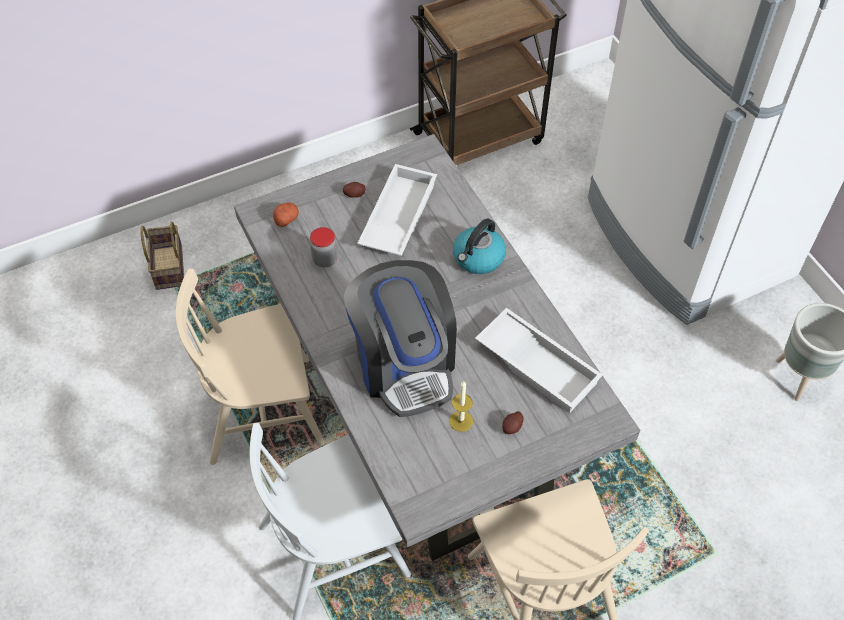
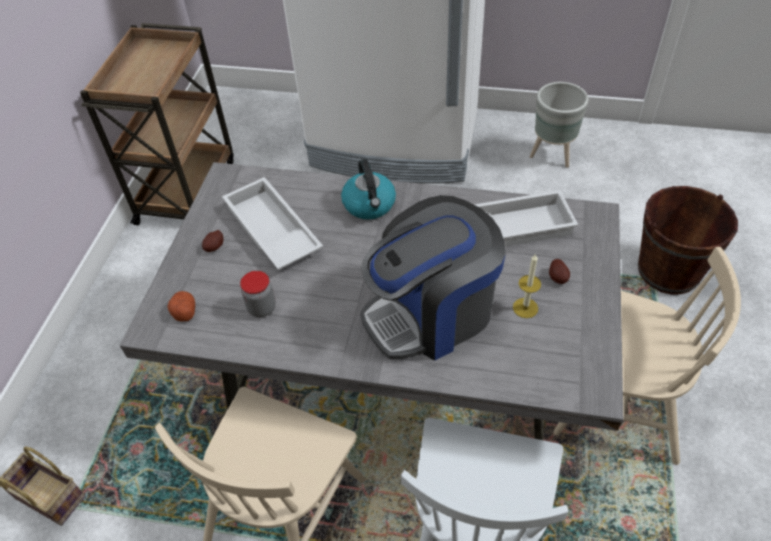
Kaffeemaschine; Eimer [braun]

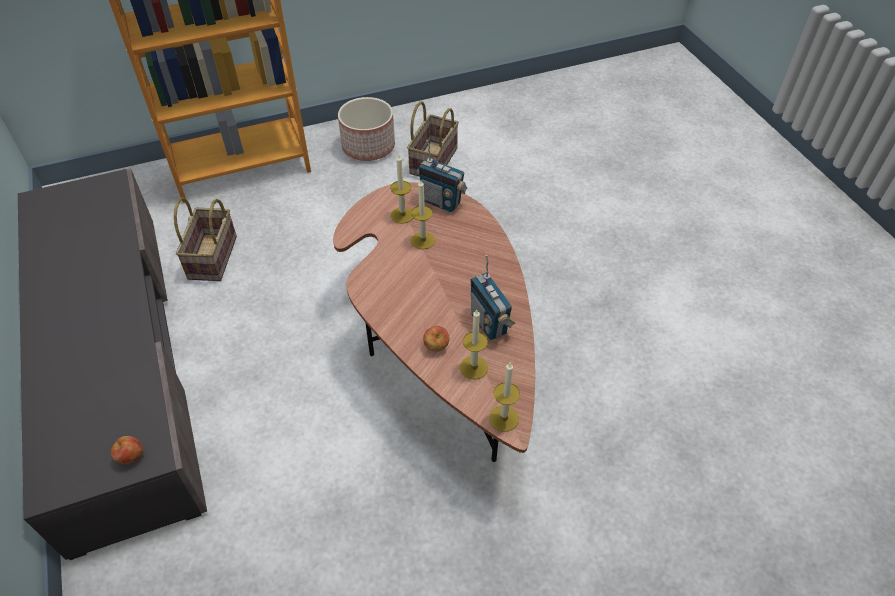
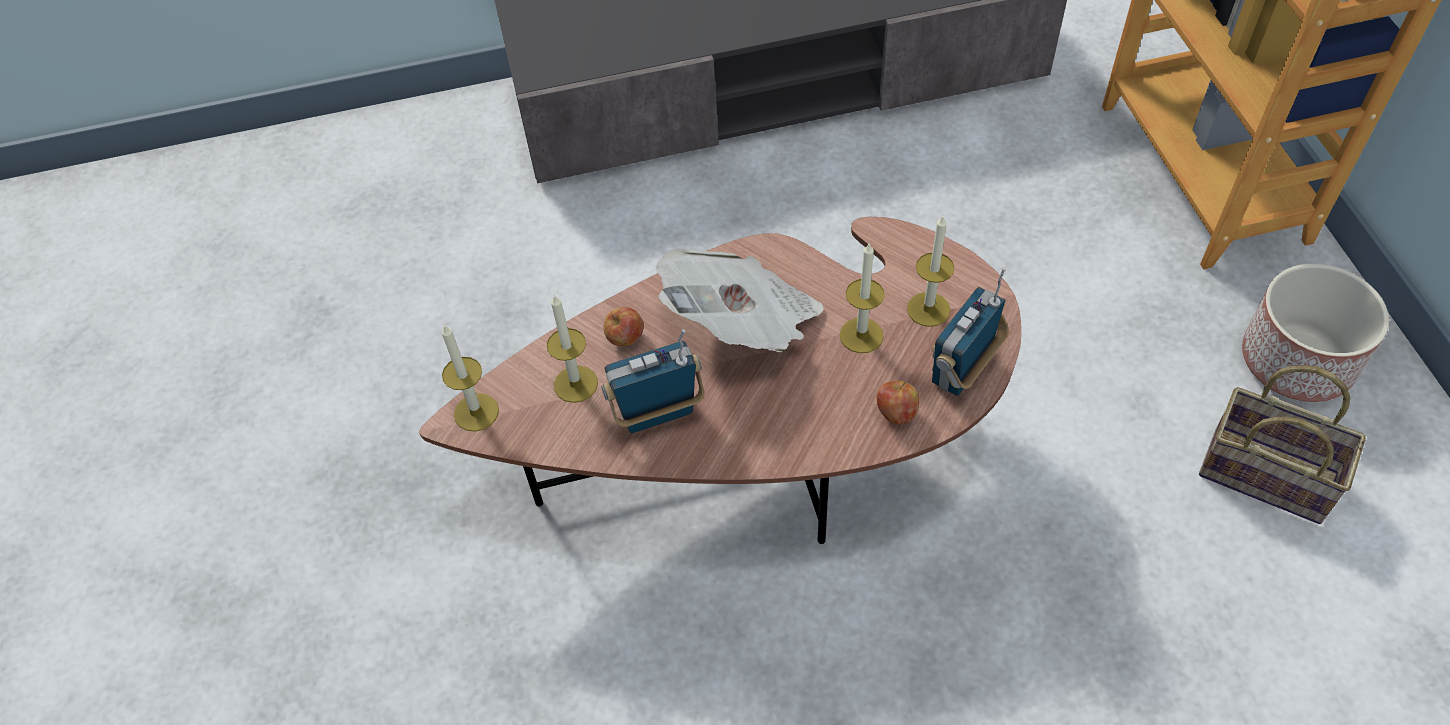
Korb (1st from left in the first image); Apfel (2nd from left); Zeitung

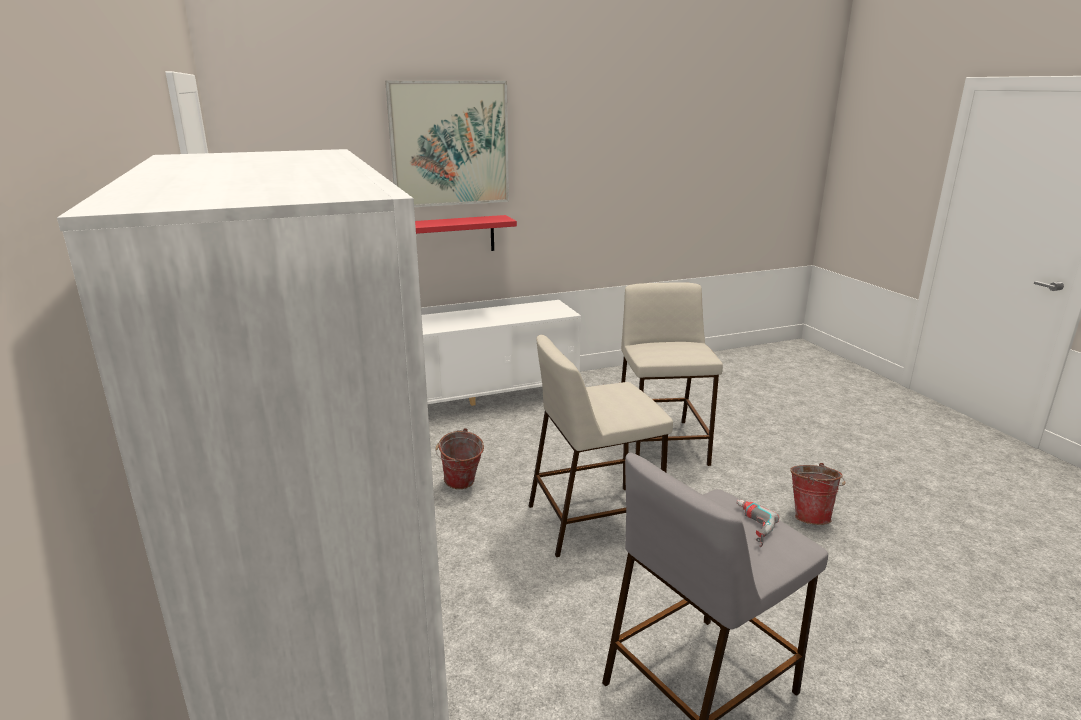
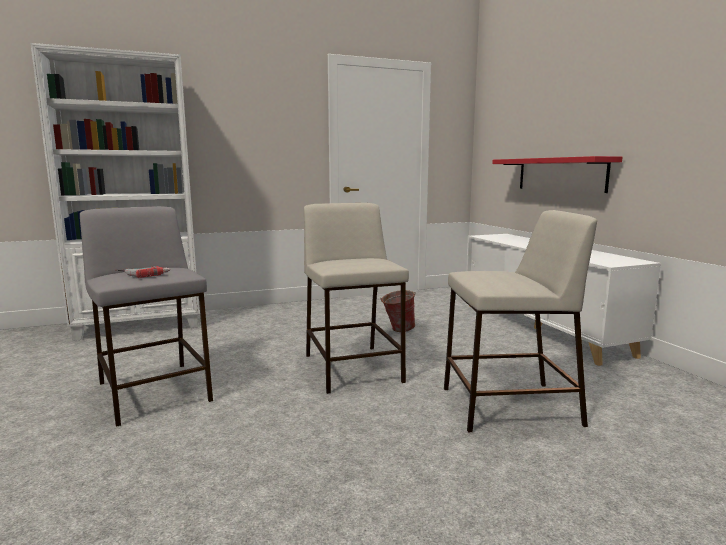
Bild; Eimer (2nd from left in the first image)

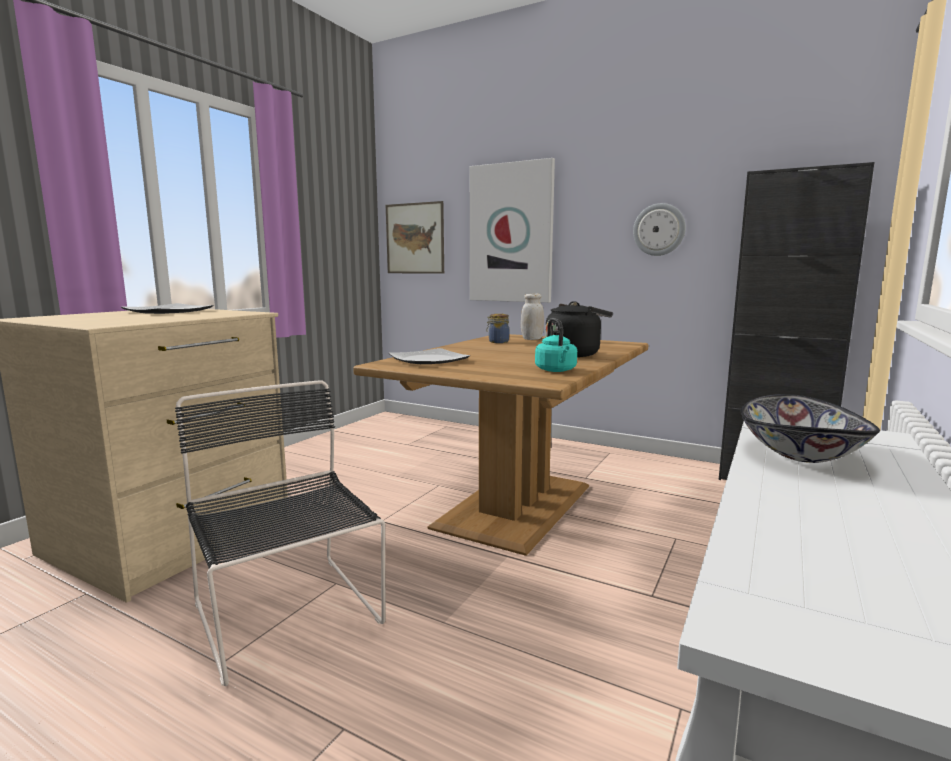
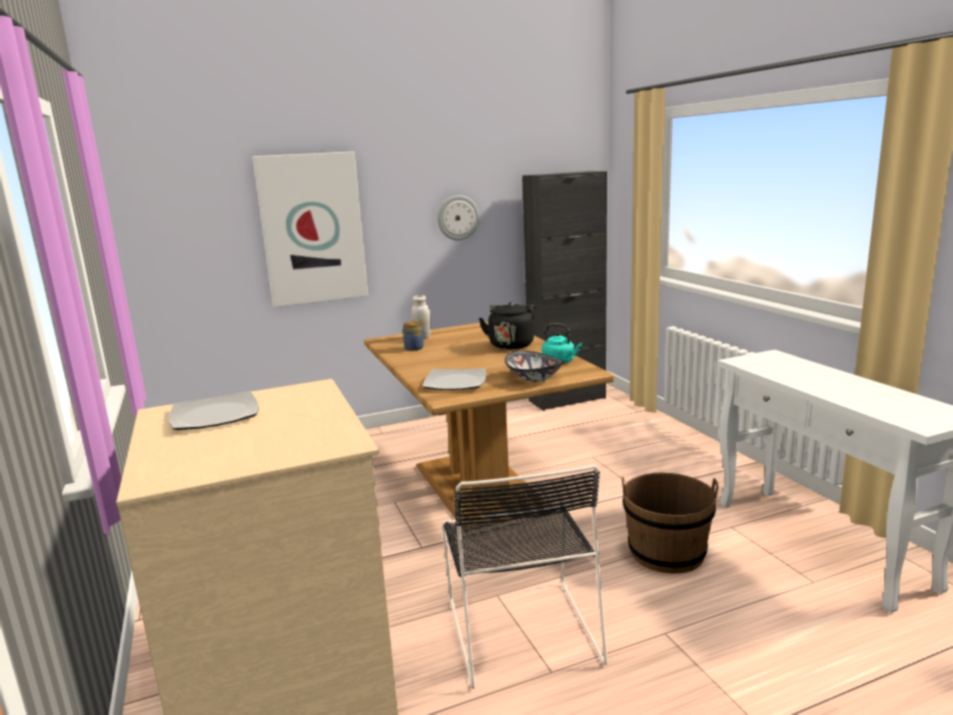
Bild (1st from left in the first image); Stuhl [schwarz]; Schüssel; Eimer [braun]

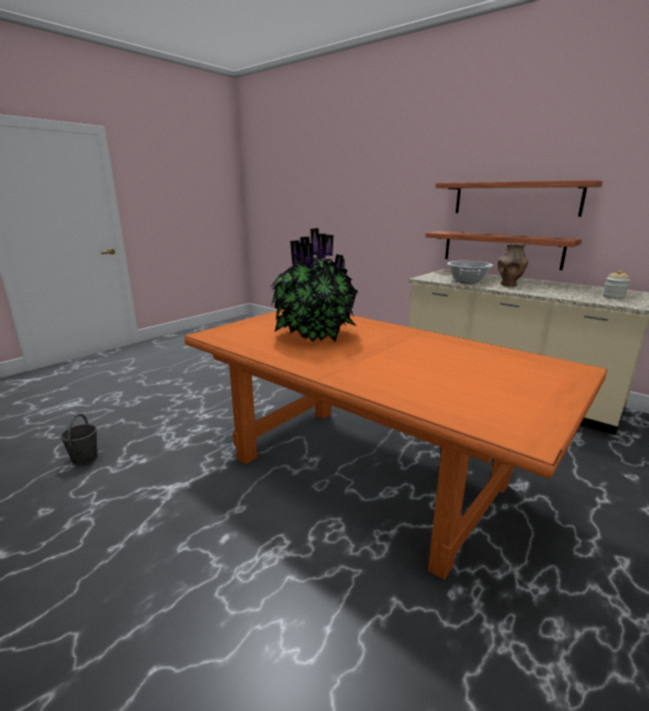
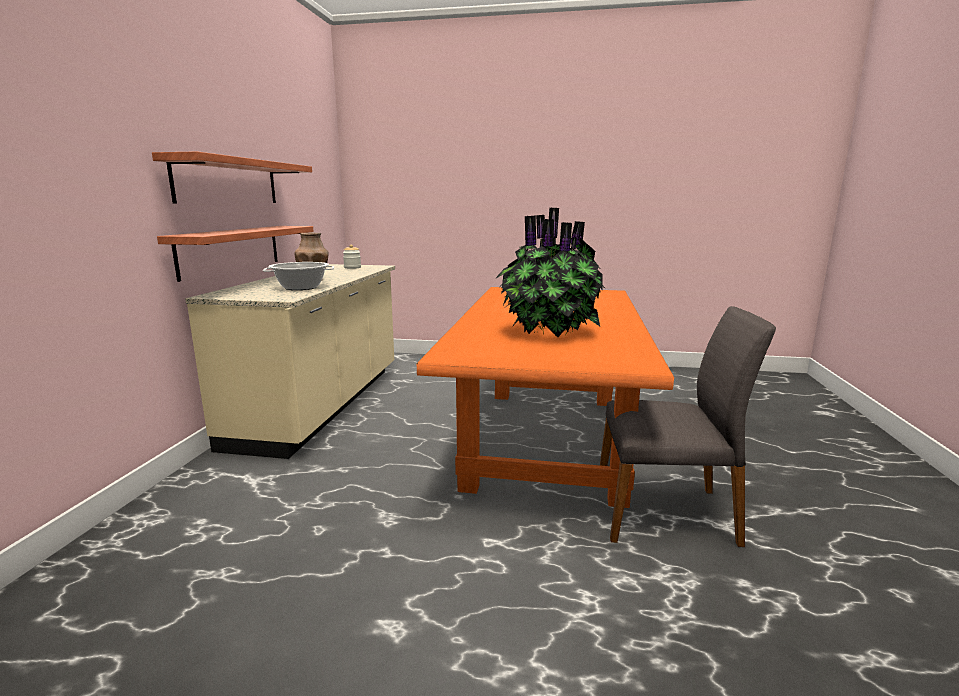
Eimer [grau]; Stuhl [grau]

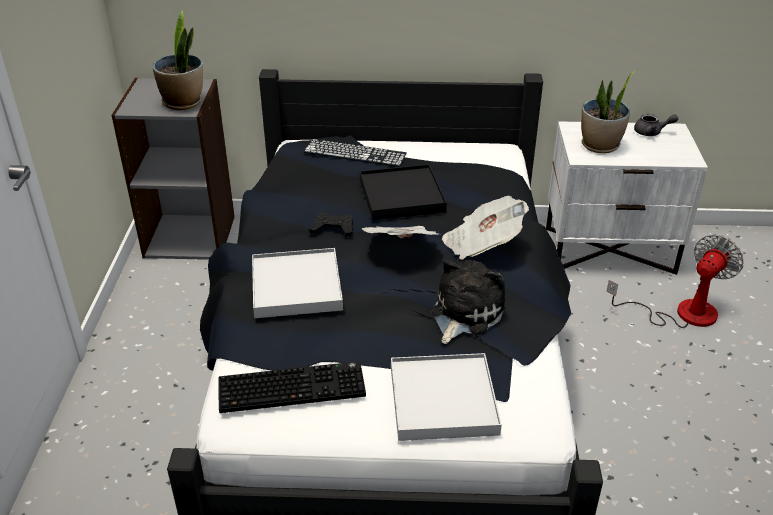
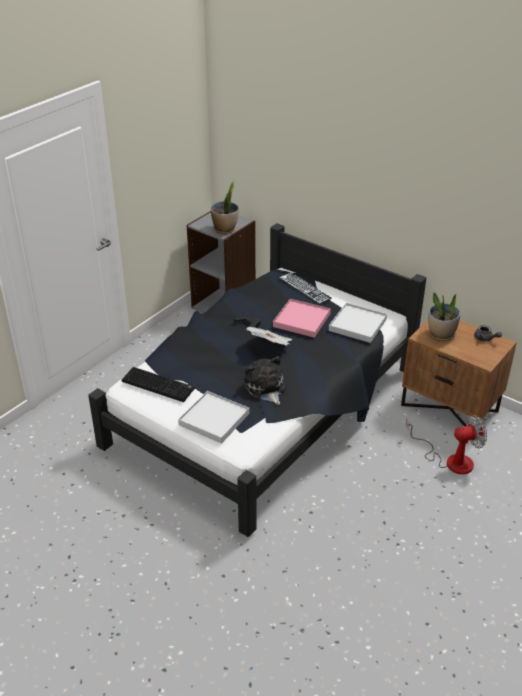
Nachttisch [braun]; Tablett [rosa]; Zeitung (2nd from left in the first image); Tablett [weiß] (2nd from left); Plüschtier

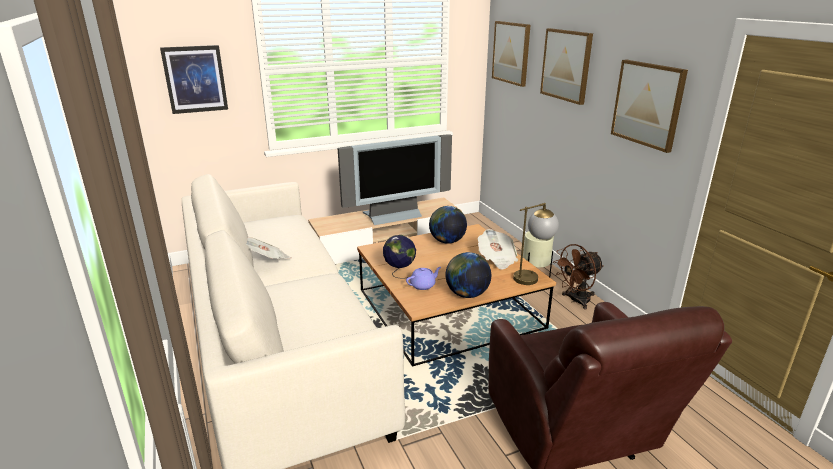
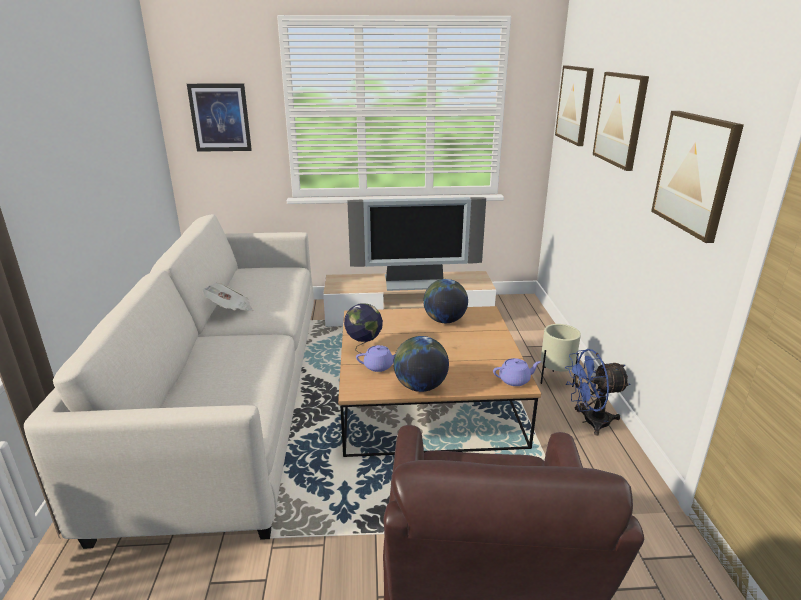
Teekanne [lila] (2nd from left); Zeitung (2nd from left in the first image); Ventilator [blau]

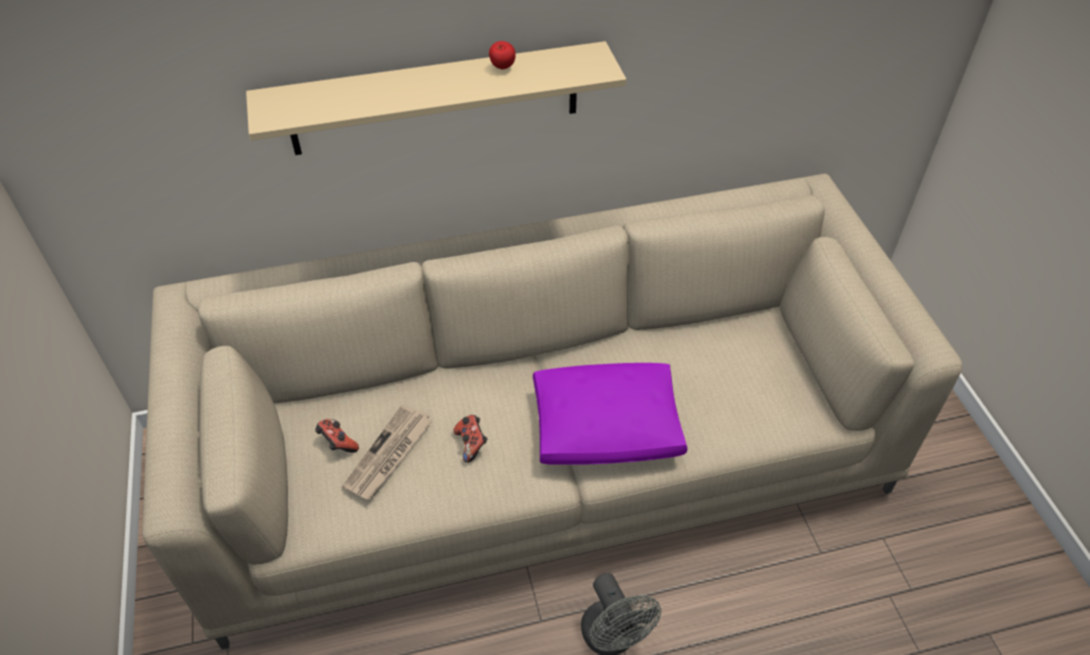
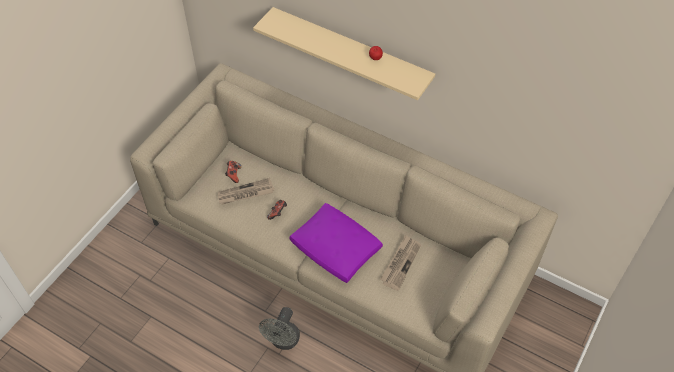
Zeitung (2nd from left)

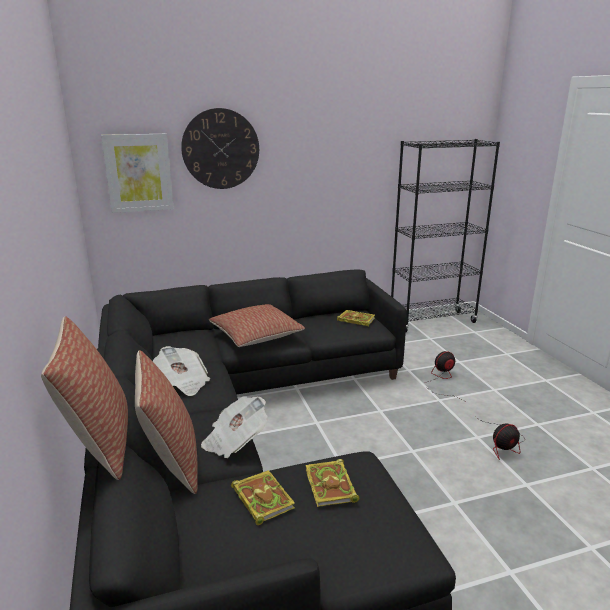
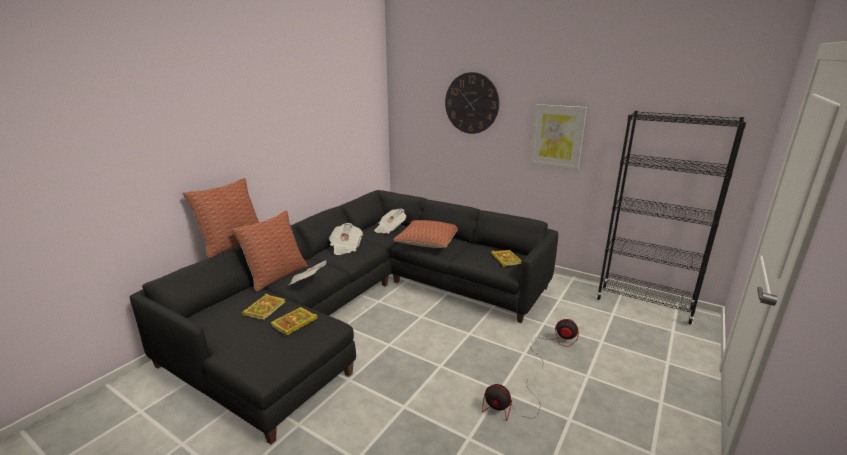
Bild; Zeitung (3rd from left)

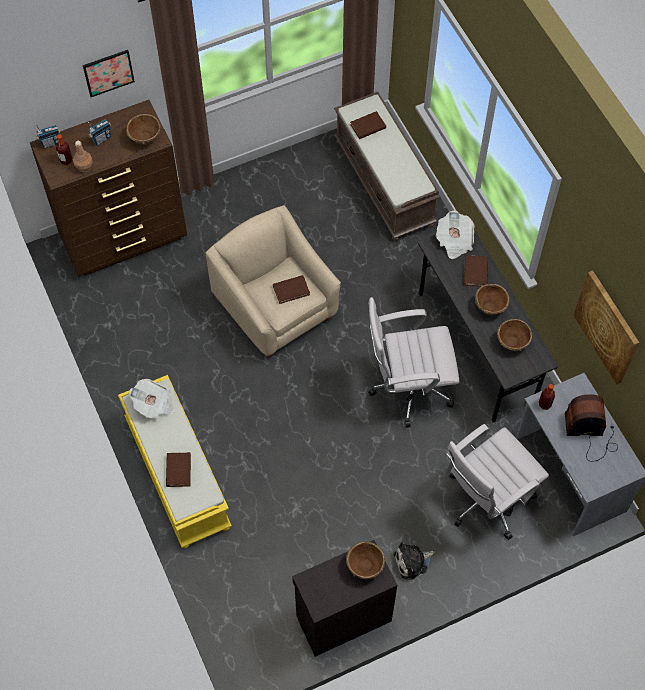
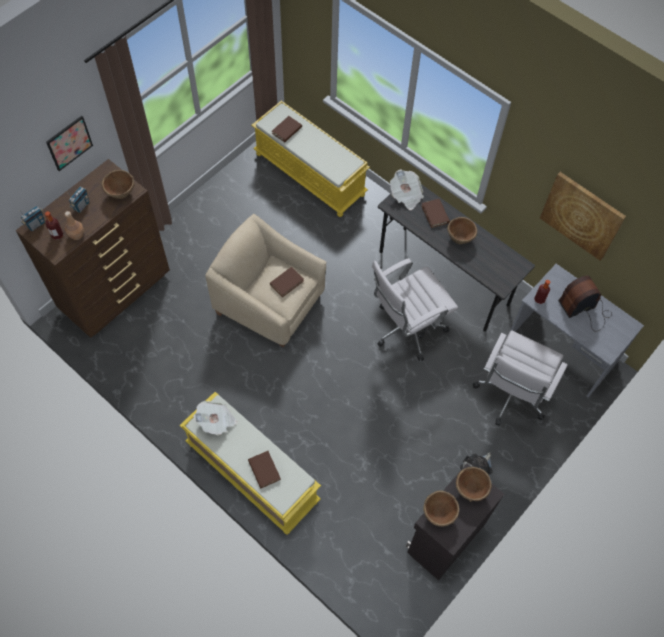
Bank [gelb] (2nd from left); Schüssel [braun] (2nd from left)

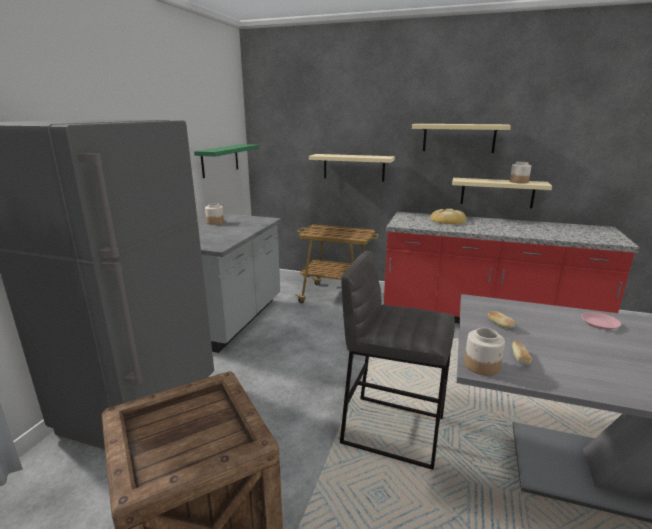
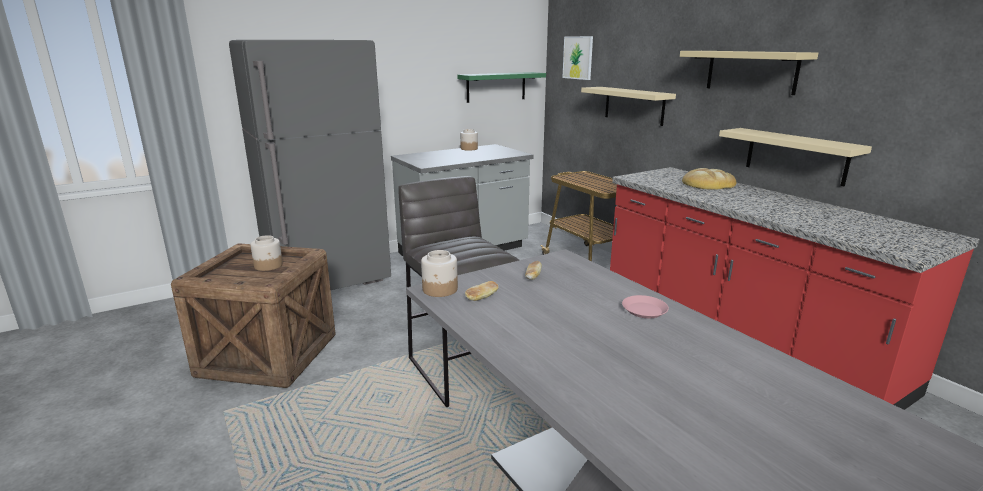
Vorratsglas (1st from left); Bild

